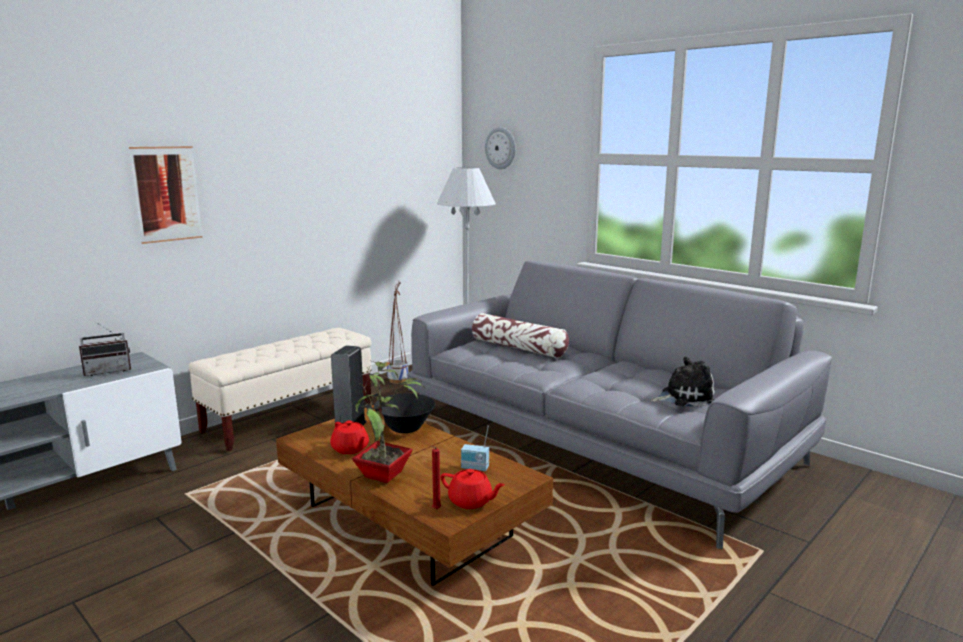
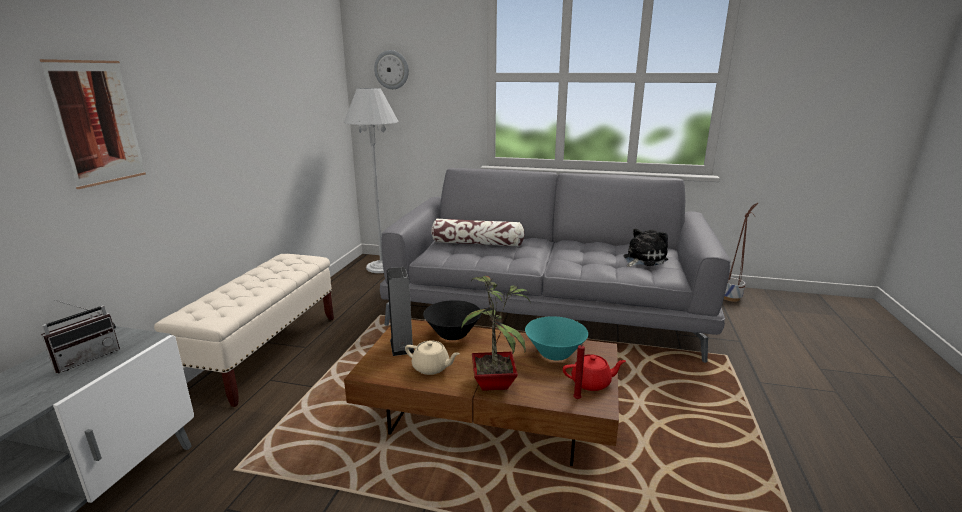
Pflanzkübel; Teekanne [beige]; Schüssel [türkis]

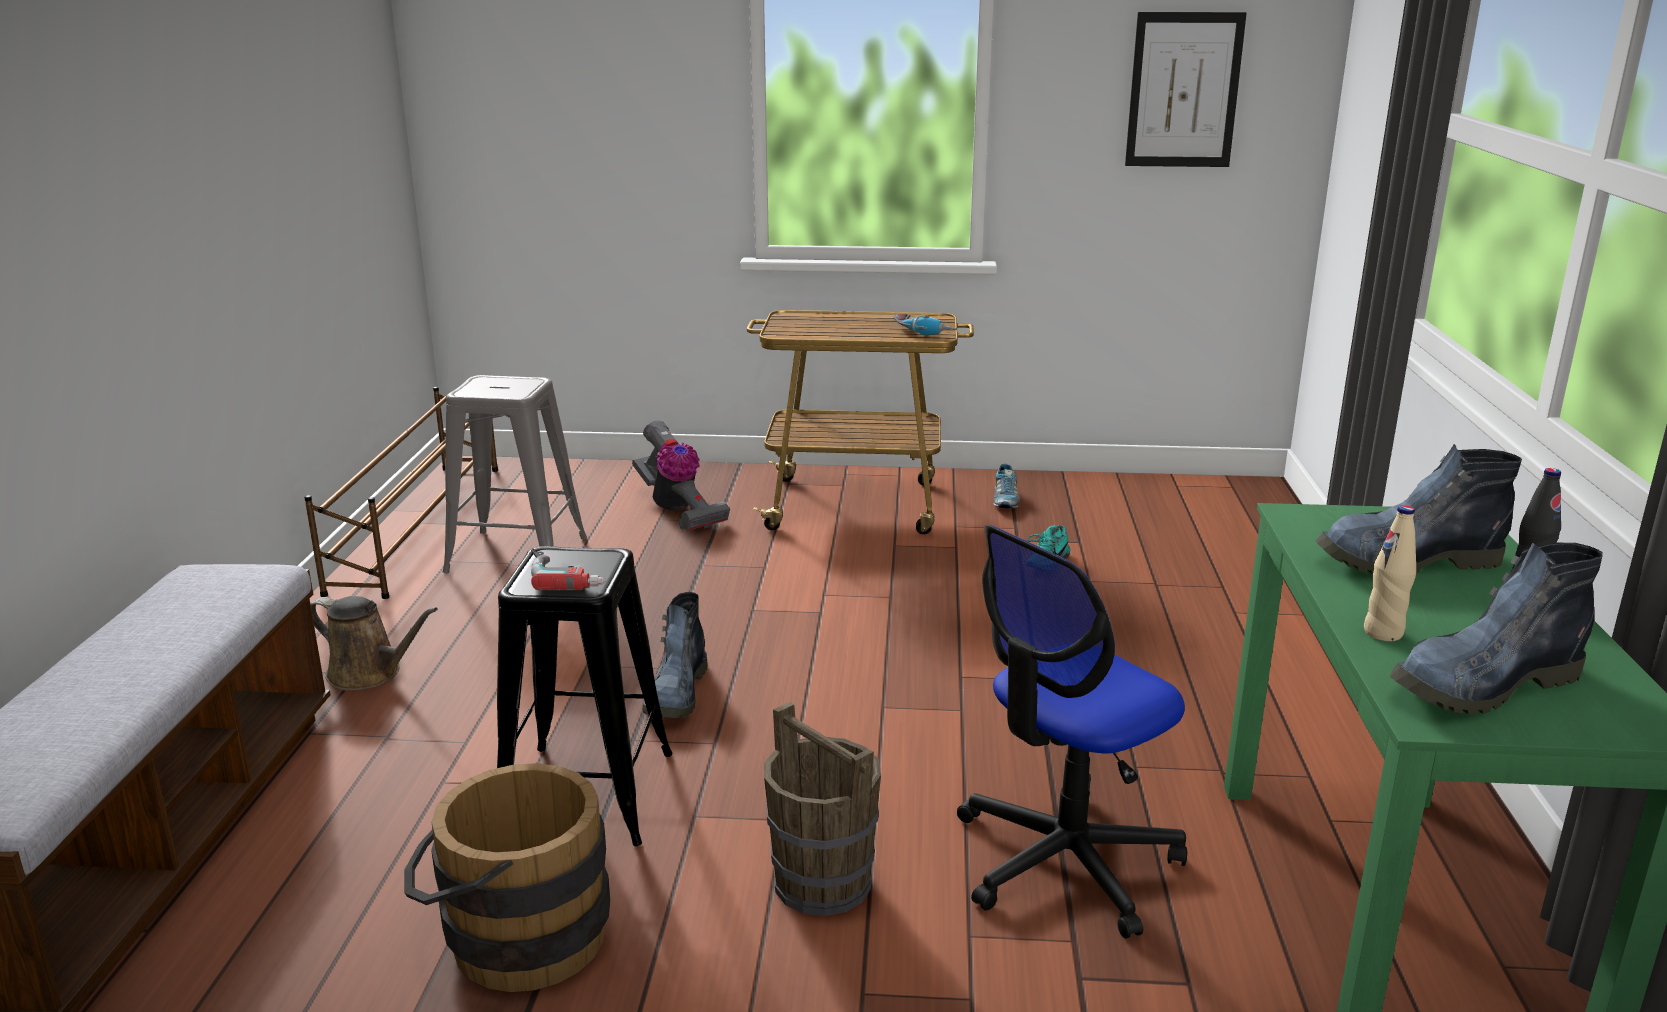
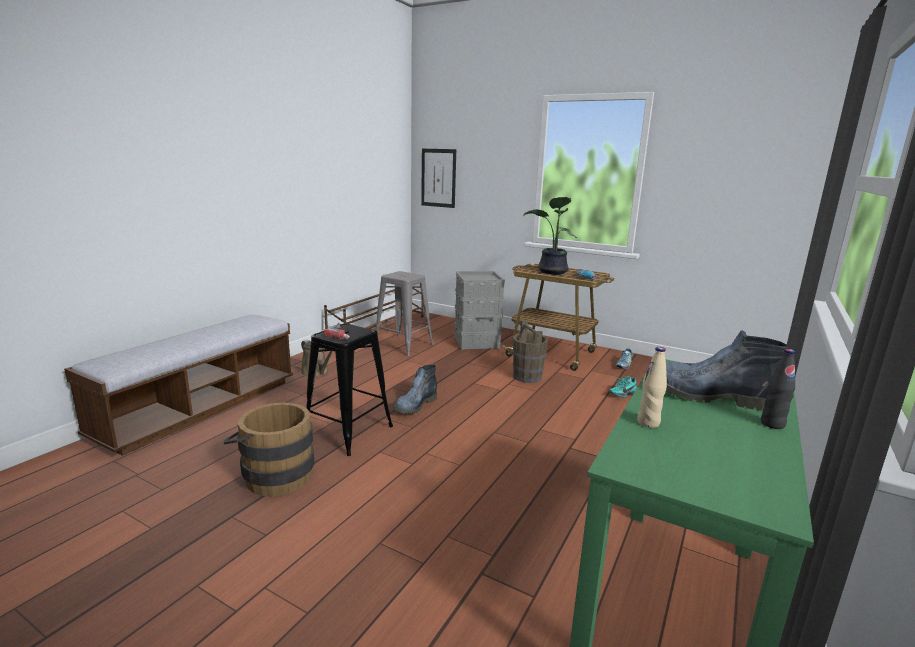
Bild; Aufbewahrungsbox [grau]; Bürostuhl; Stiefel (3rd from left in the first image); Eimer [braun] (2nd from left); Topfpflanze

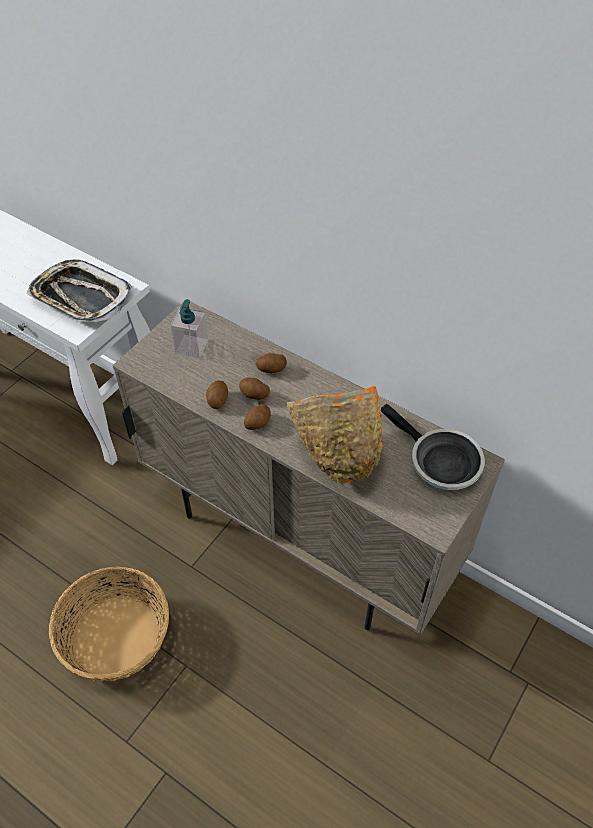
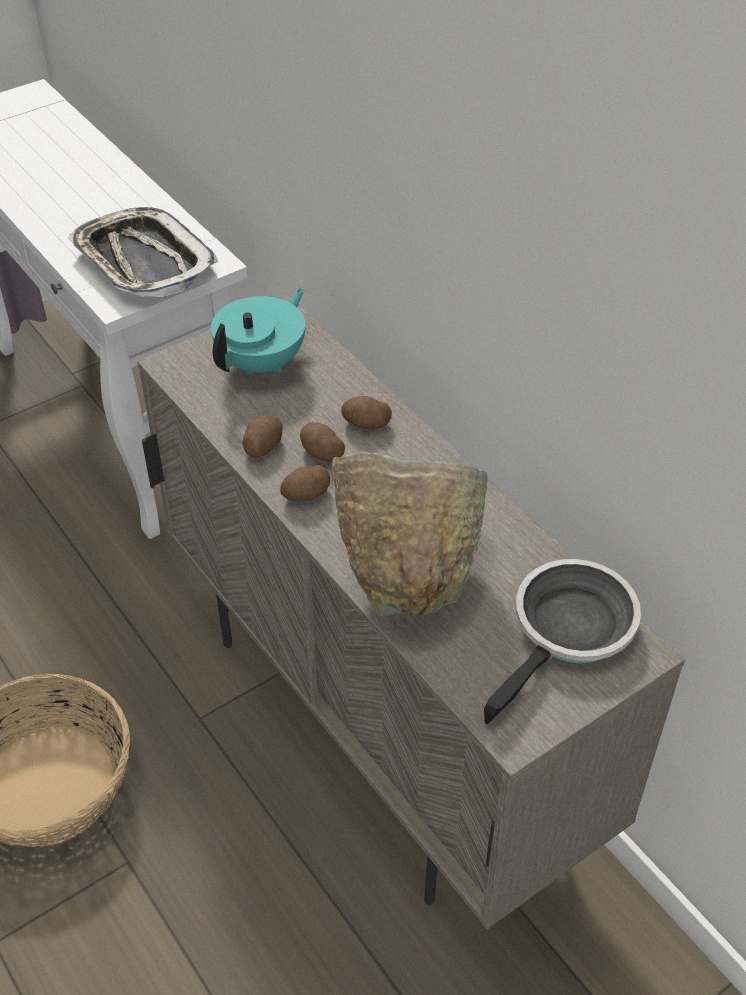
Teekanne [türkis]; Schüssel [grün]; Pfanne

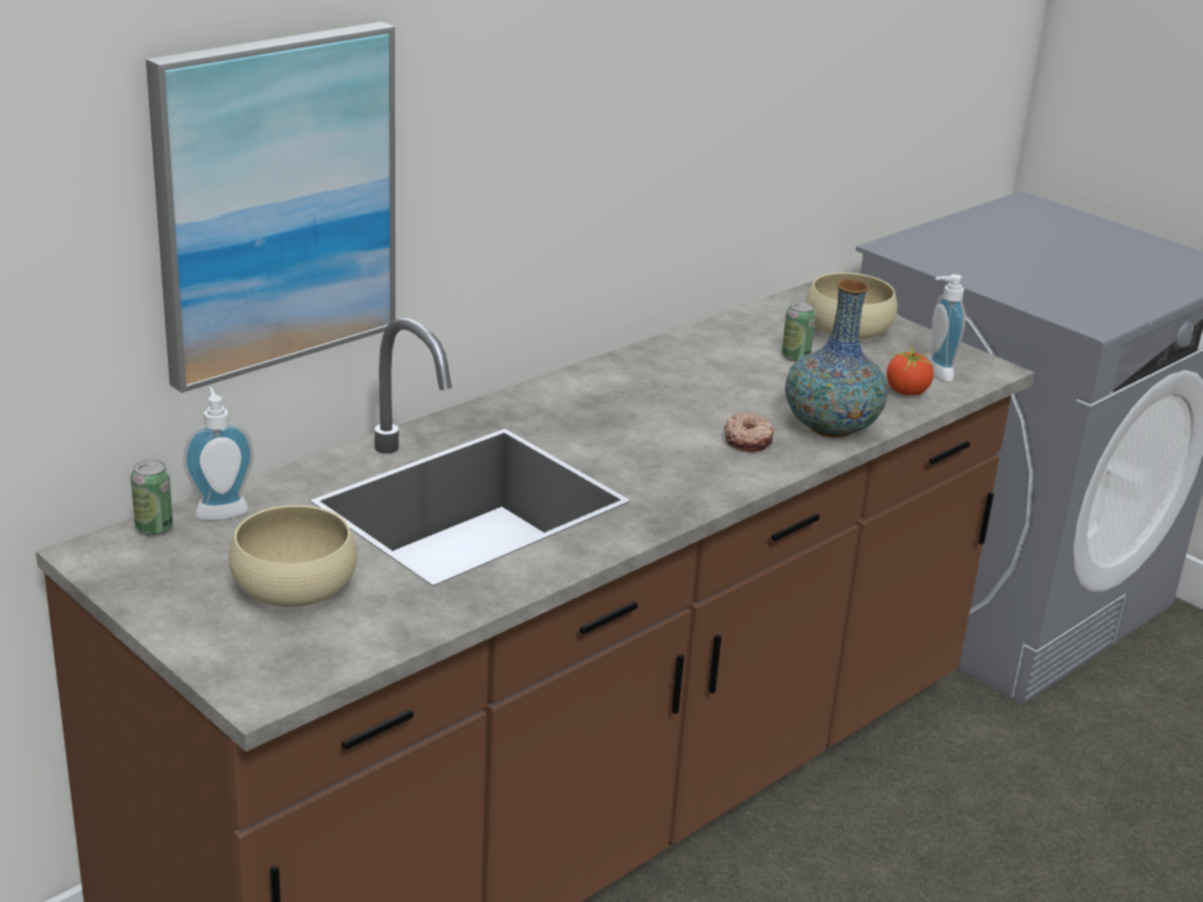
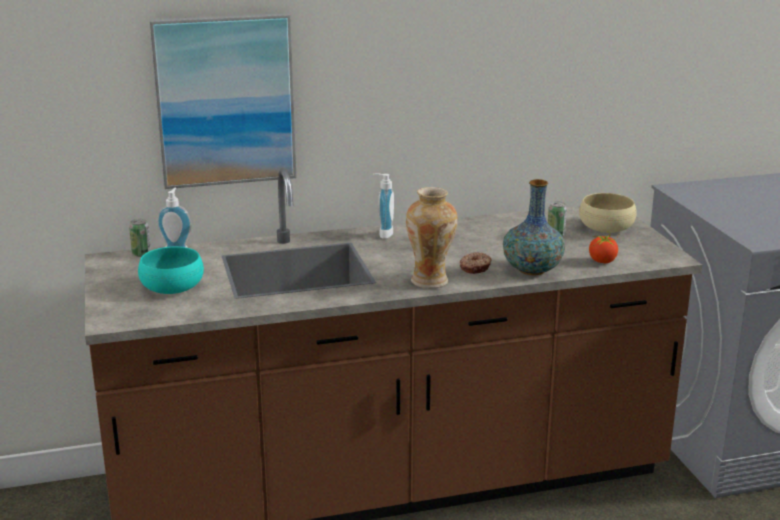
Seifenspender (2nd from left); Schüssel [türkis]; Vase (1st from left)

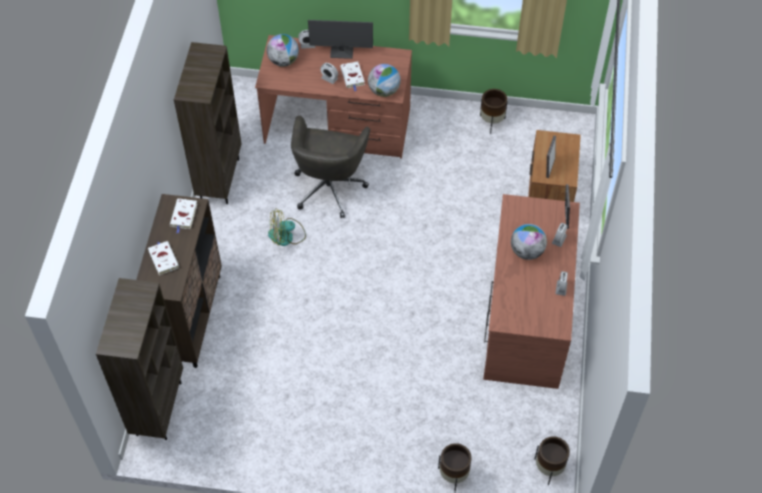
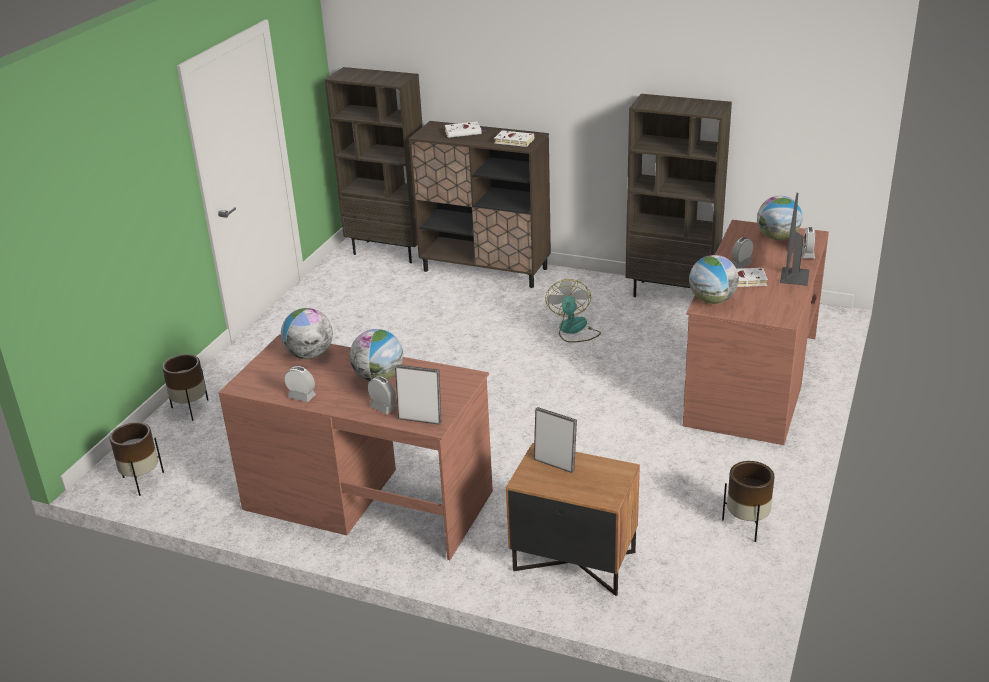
Bürostuhl [grau]; Globus (1st from left)

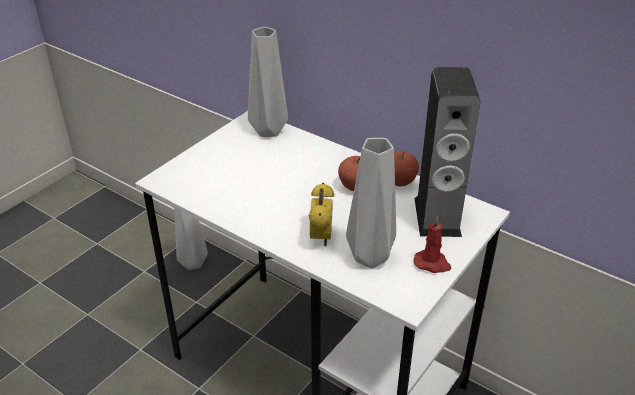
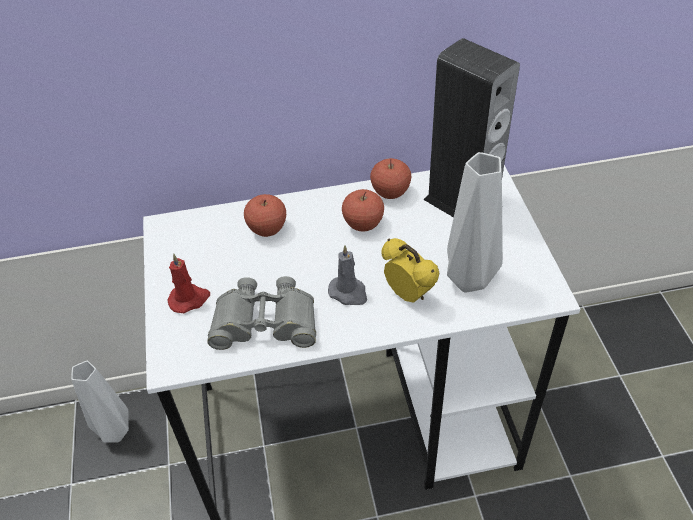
Vase [grau] (2nd from left in the first image); Kerze [rot]; Apfel (1st from left); Kerze [grau]; Fernglas [grau]

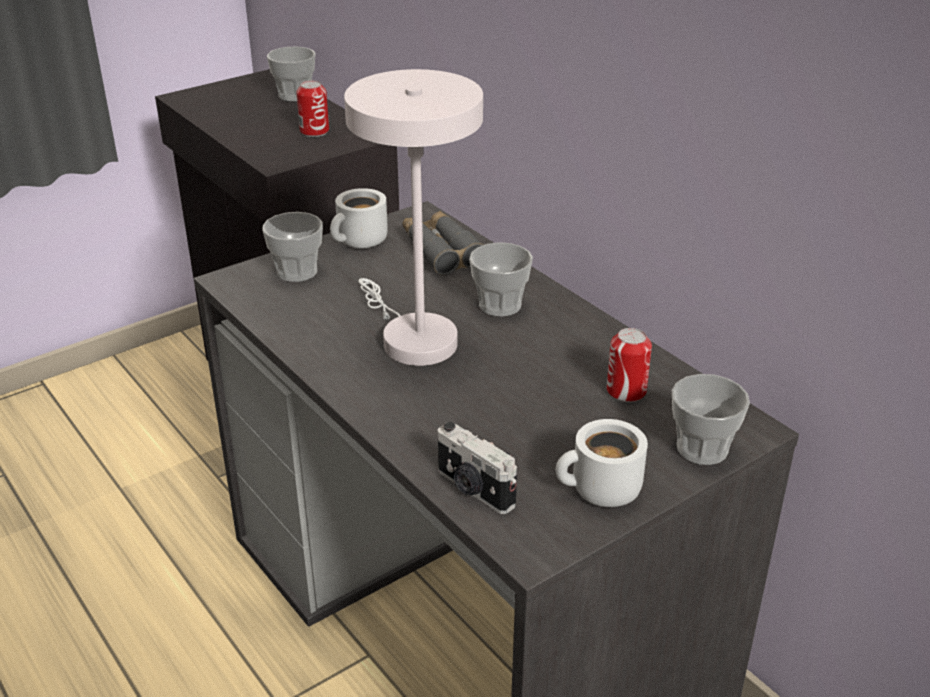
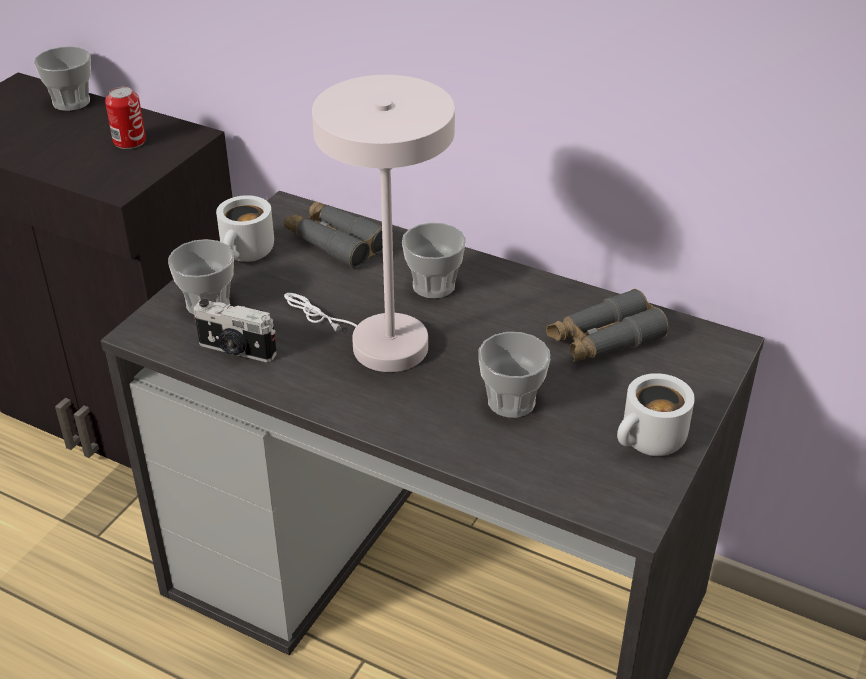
Fernglas [grau] (2nd from left); Tasse (4th from left); Kamera

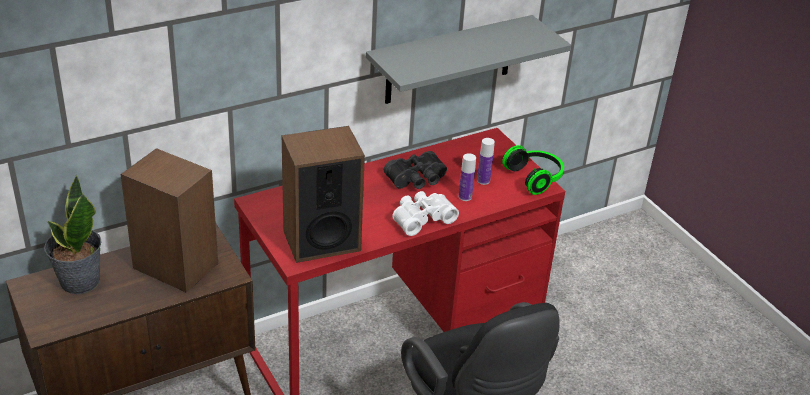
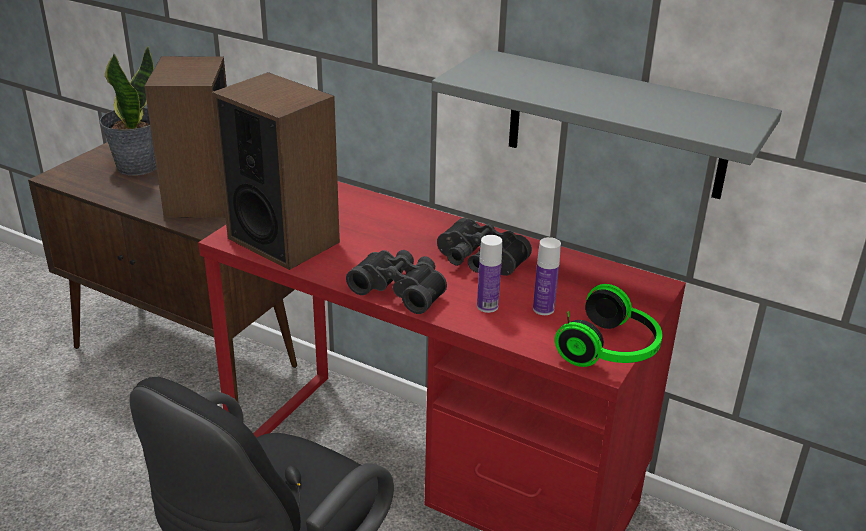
Fernglas [schwarz] (1st from left)

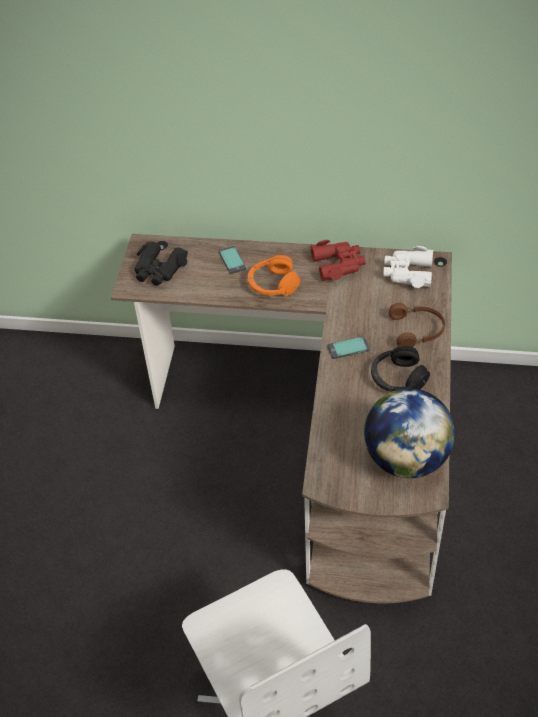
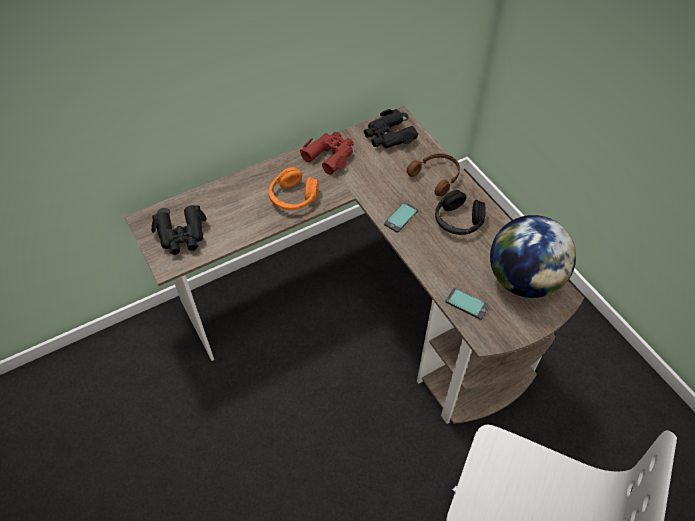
Handy (2nd from left); Fernglas [schwarz] (2nd from left)

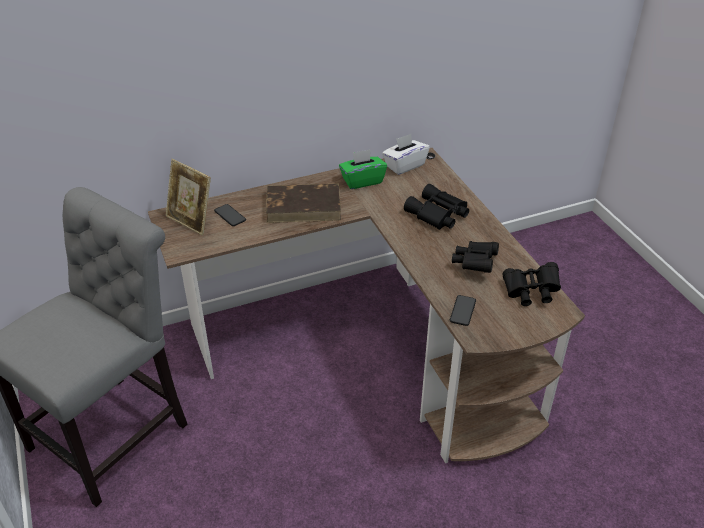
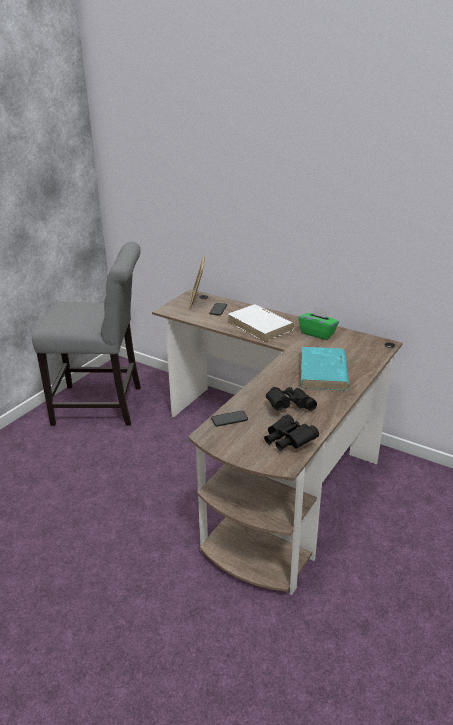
Taschentuchbox [weiß]; Buch [weiß]; Buch [türkis]

